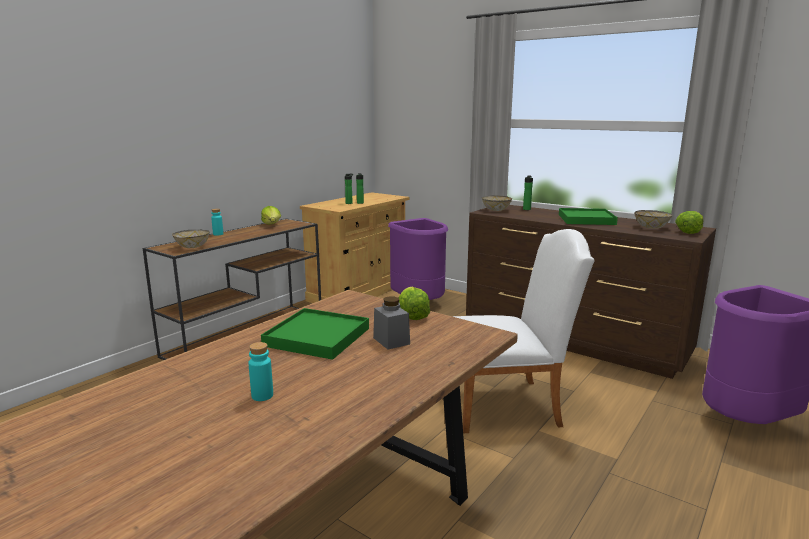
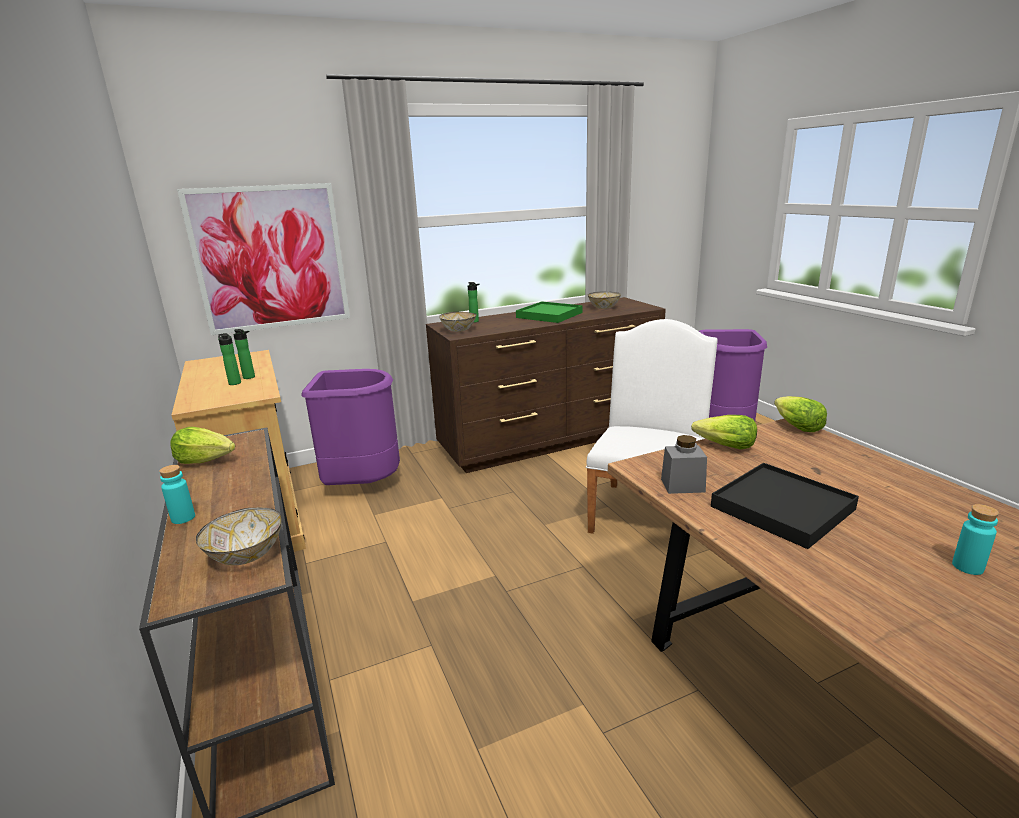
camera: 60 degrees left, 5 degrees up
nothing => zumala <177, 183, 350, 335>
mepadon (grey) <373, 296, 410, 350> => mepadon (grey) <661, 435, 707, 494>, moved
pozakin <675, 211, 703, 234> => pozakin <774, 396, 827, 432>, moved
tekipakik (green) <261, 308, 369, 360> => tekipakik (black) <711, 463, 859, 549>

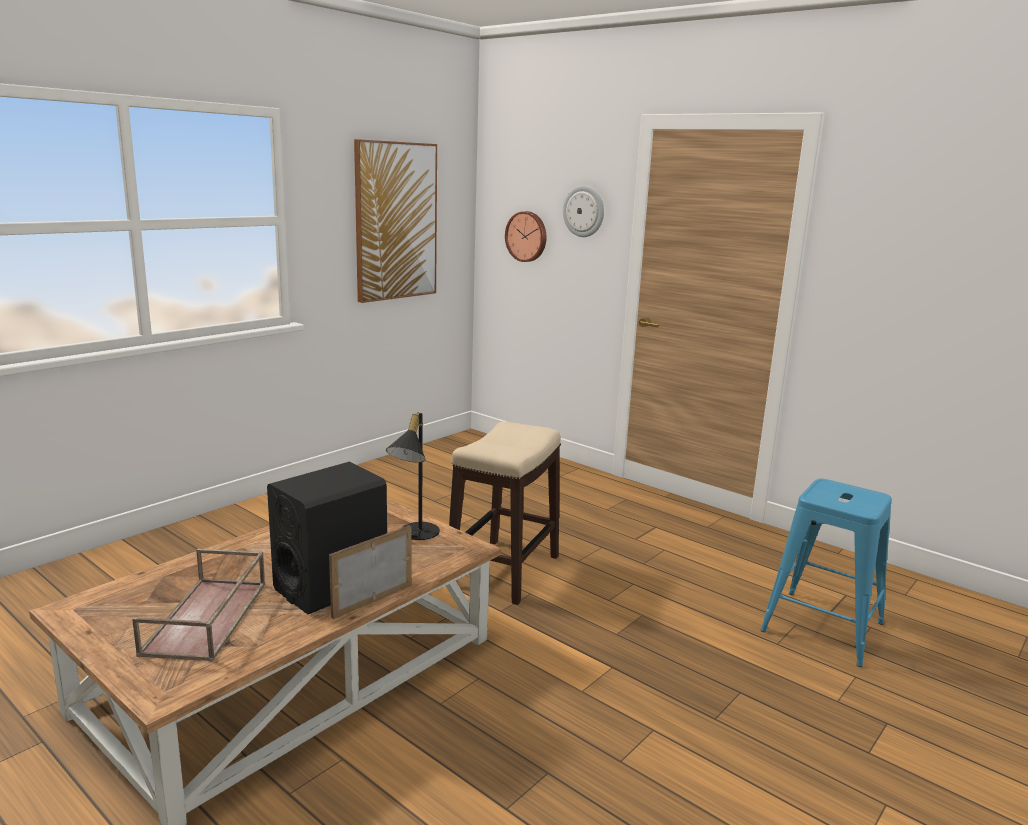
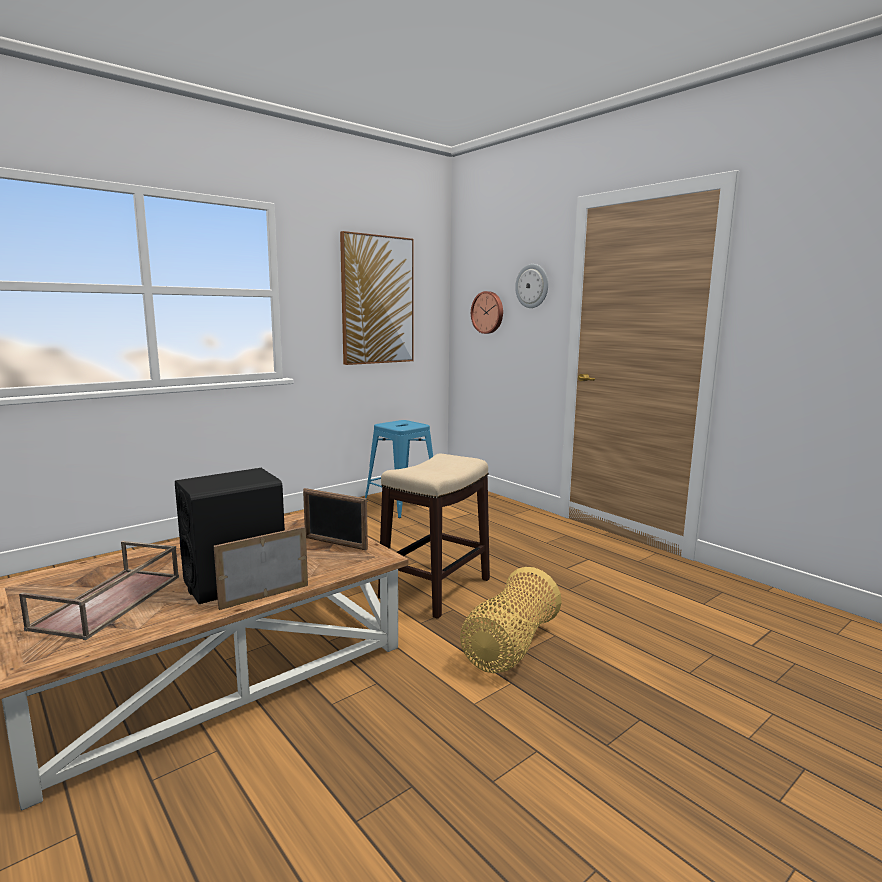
camera: 10 degrees right, 5 degrees down
nothing => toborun <460, 567, 562, 673>
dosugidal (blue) <761, 479, 892, 667> => dosugidal (blue) <365, 420, 433, 518>, moved
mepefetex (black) <386, 412, 440, 540> => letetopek <303, 488, 368, 550>

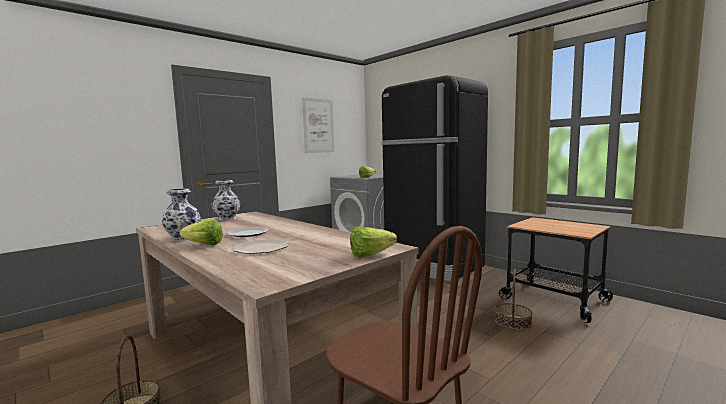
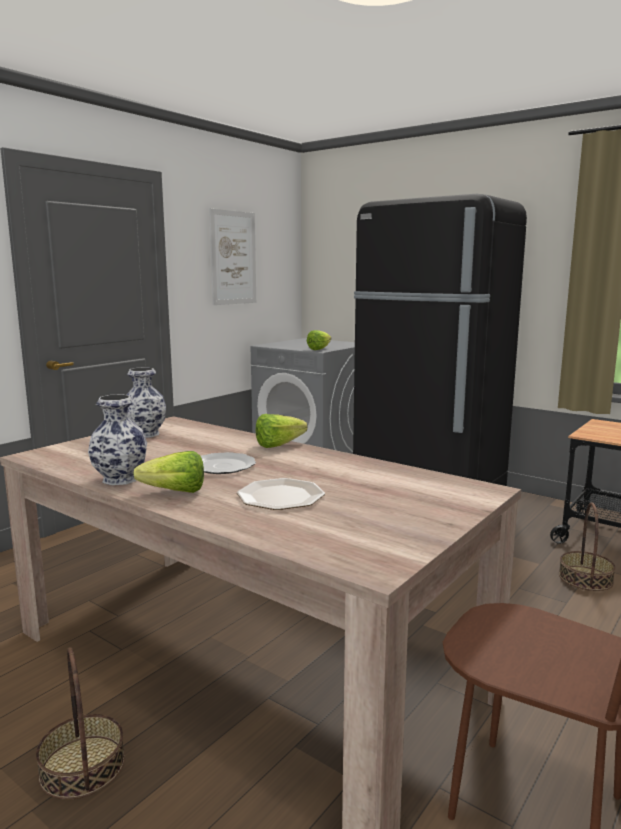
camera: 10 degrees left, 5 degrees up
pozakin <350, 227, 397, 257> => pozakin <256, 414, 307, 448>, moved

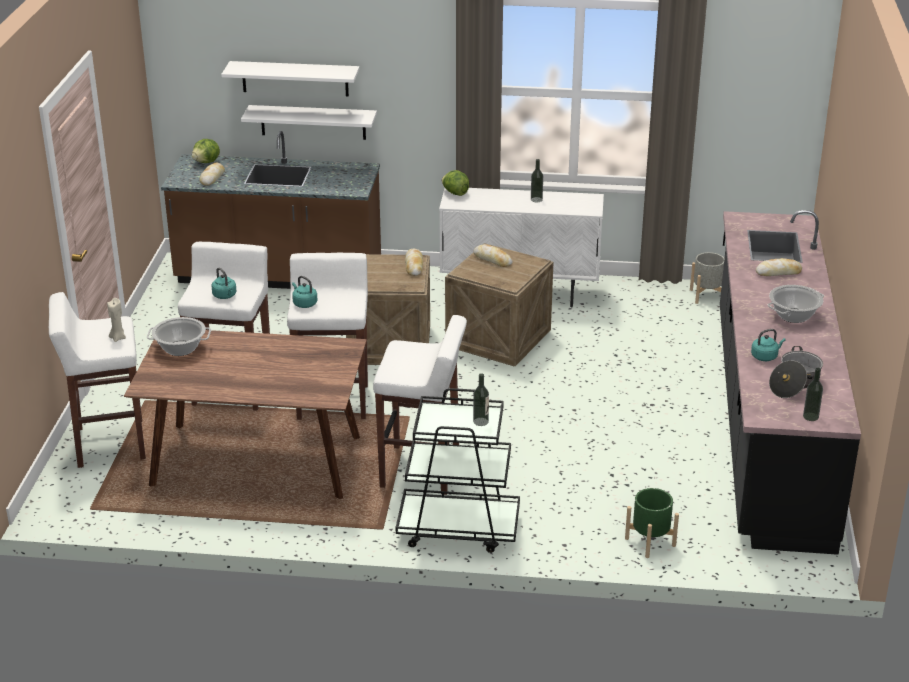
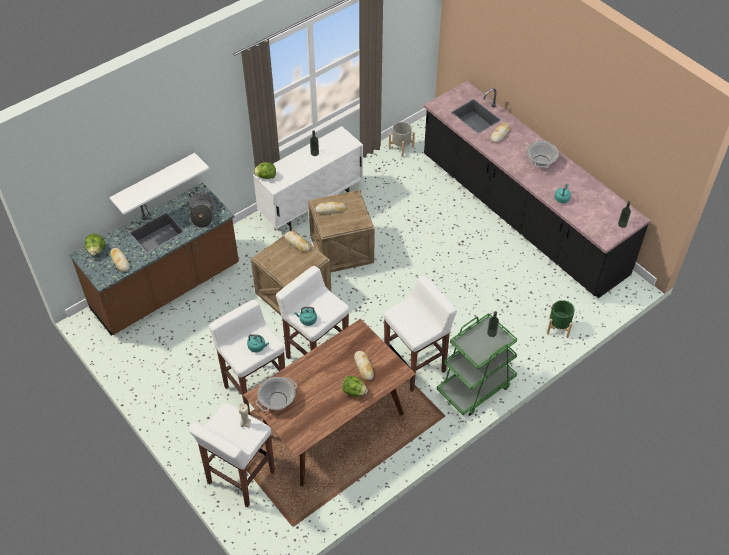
camera: 45 degrees left, 20 degrees up
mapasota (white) <221, 61, 360, 96> => nothing
nothing => pozakin <342, 376, 368, 397>
nothing => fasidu <354, 351, 374, 380>
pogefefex <769, 346, 823, 398> => pogefefex <189, 192, 213, 228>, moved
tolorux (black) <396, 388, 520, 553> => tolorux (green) <437, 313, 517, 416>

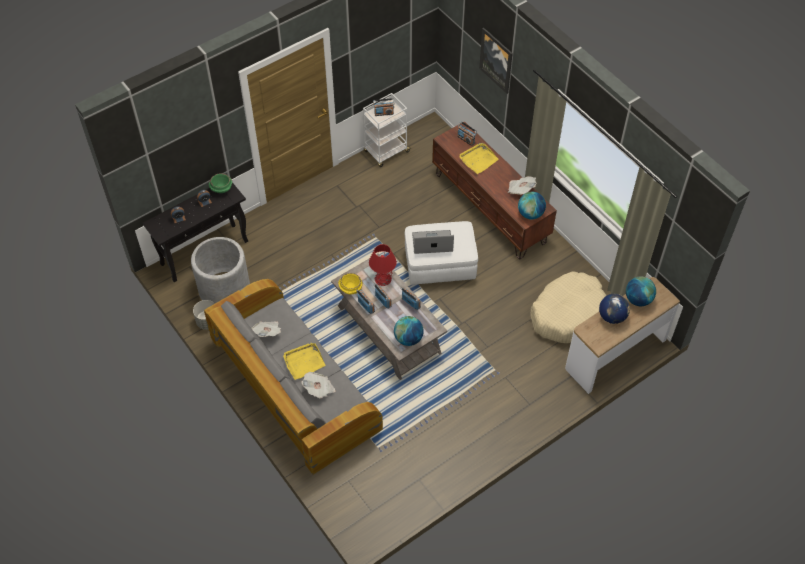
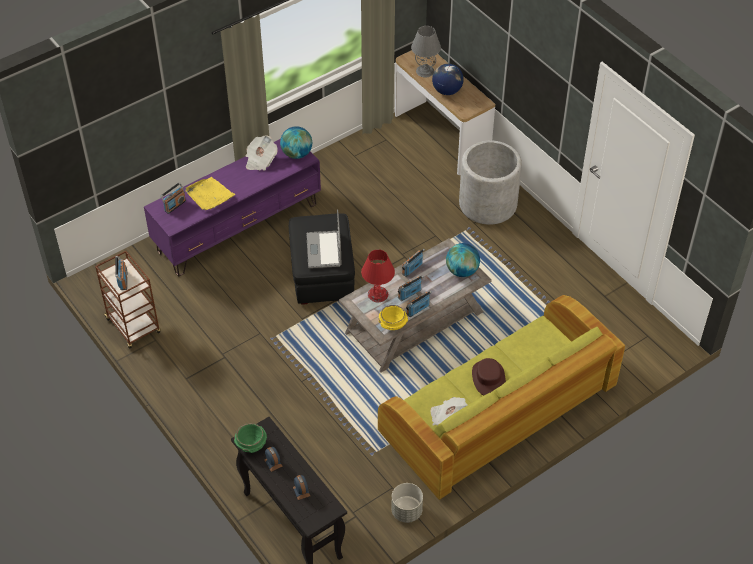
camera: 90 degrees left, 5 degrees down
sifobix <301, 372, 336, 399> => nothing
zumala <479, 28, 513, 94> => nothing
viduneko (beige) <530, 271, 607, 343> => nothing
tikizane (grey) <191, 237, 250, 303> => tikizane (grey) <459, 141, 522, 225>, moved
tekipakik (yellow) <283, 342, 325, 380> => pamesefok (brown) <472, 358, 506, 395>
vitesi <626, 276, 656, 306> => mepefetex (grey) <411, 26, 441, 77>
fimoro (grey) <204, 279, 383, 475> => fimoro (green) <378, 295, 625, 500>
tolorux (white) <363, 93, 410, 167> => tolorux (brown) <95, 251, 161, 349>
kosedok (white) <405, 221, 478, 285> => kosedok (black) <289, 213, 355, 305>
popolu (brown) <432, 121, 557, 259> => popolu (purple) <144, 139, 321, 276>

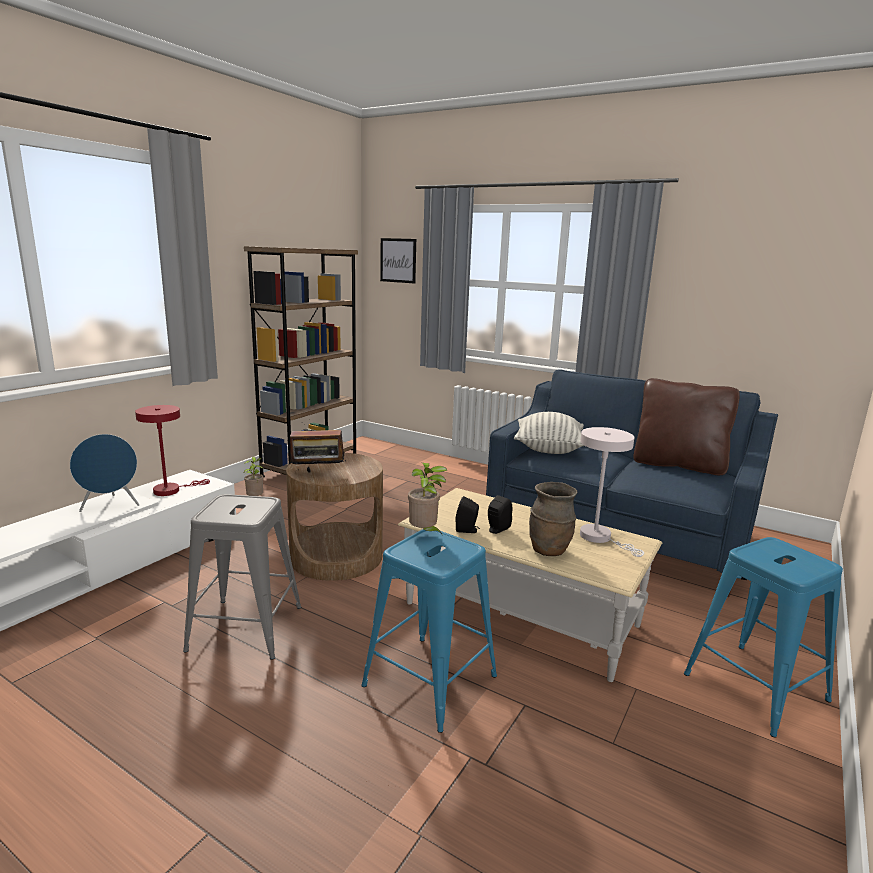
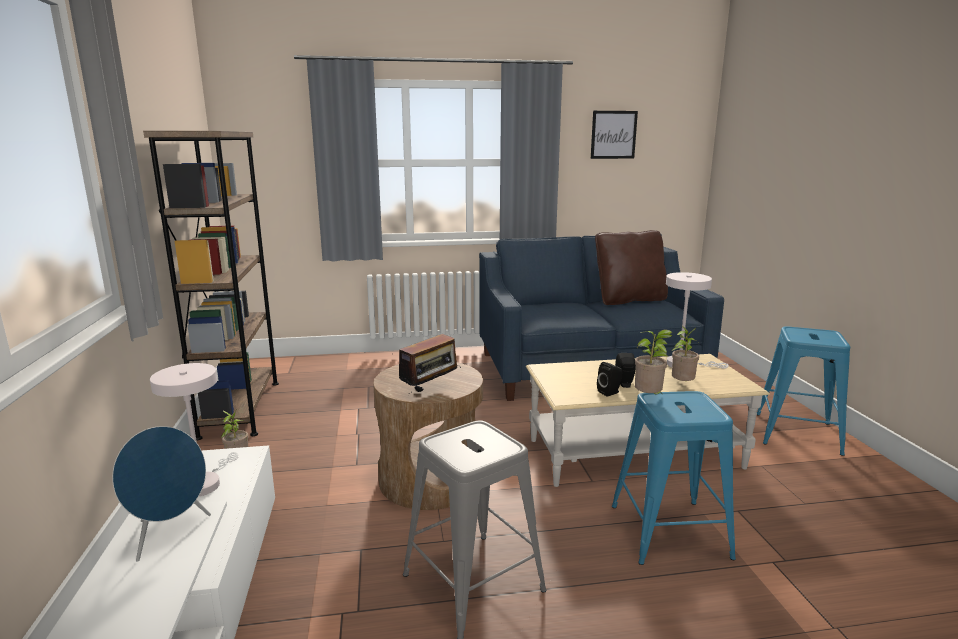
camera: 40 degrees left, 0 degrees up
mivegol <514, 412, 584, 454> => nothing
zumala <380, 238, 416, 284> => zumala <591, 111, 638, 159>, moved
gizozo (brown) <529, 482, 578, 556> => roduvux <671, 326, 699, 381>
mepefetex (red) <135, 405, 210, 496> => mepefetex (white) <150, 363, 239, 496>

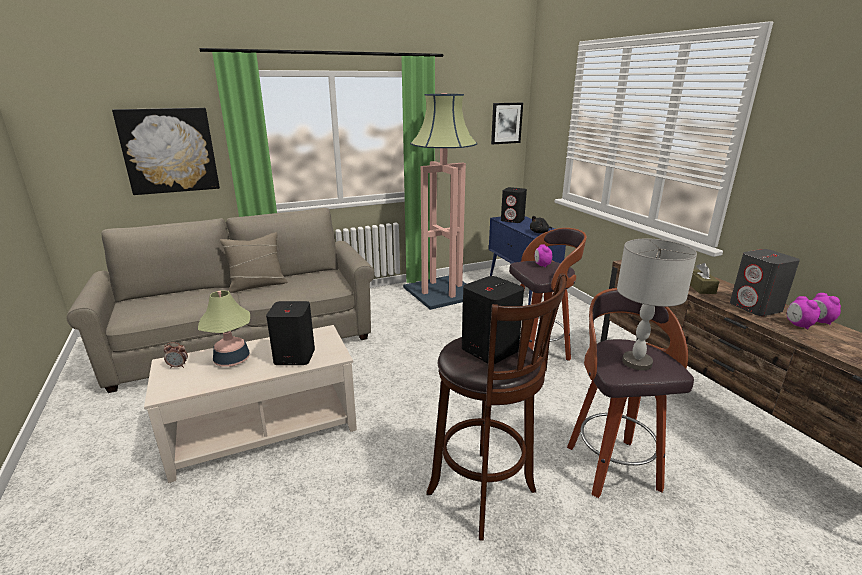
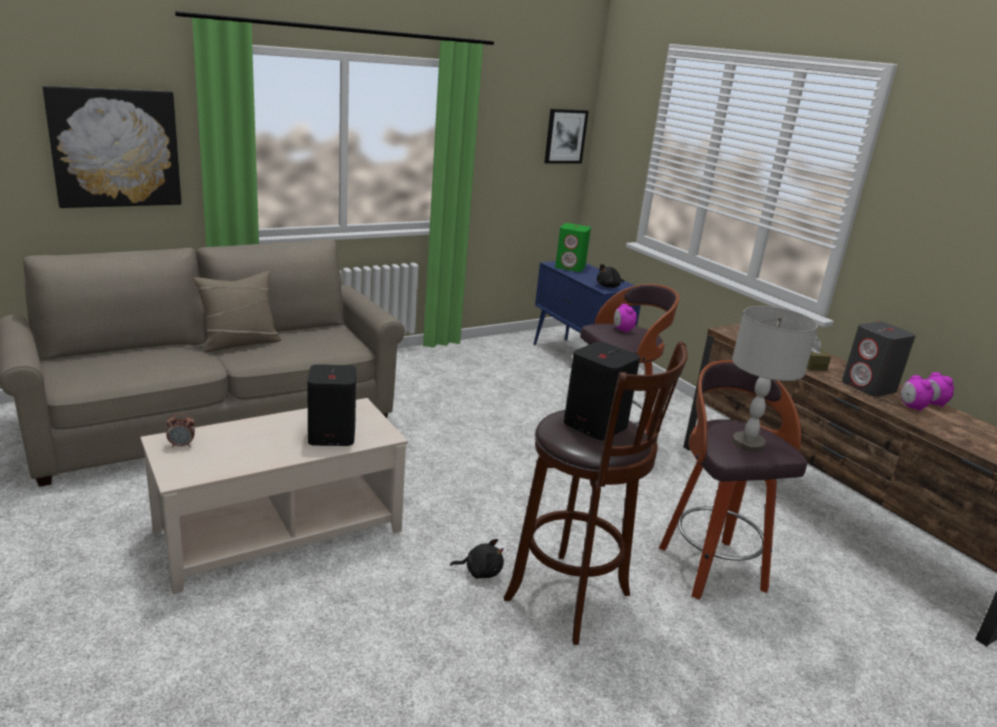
camera: 10 degrees left, 0 degrees up
mepefetex <198, 290, 250, 367> => nothing
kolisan <403, 93, 477, 310> => nothing
nothing => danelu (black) <450, 539, 504, 579>
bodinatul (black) <501, 187, 527, 223> => bodinatul (green) <555, 223, 591, 272>

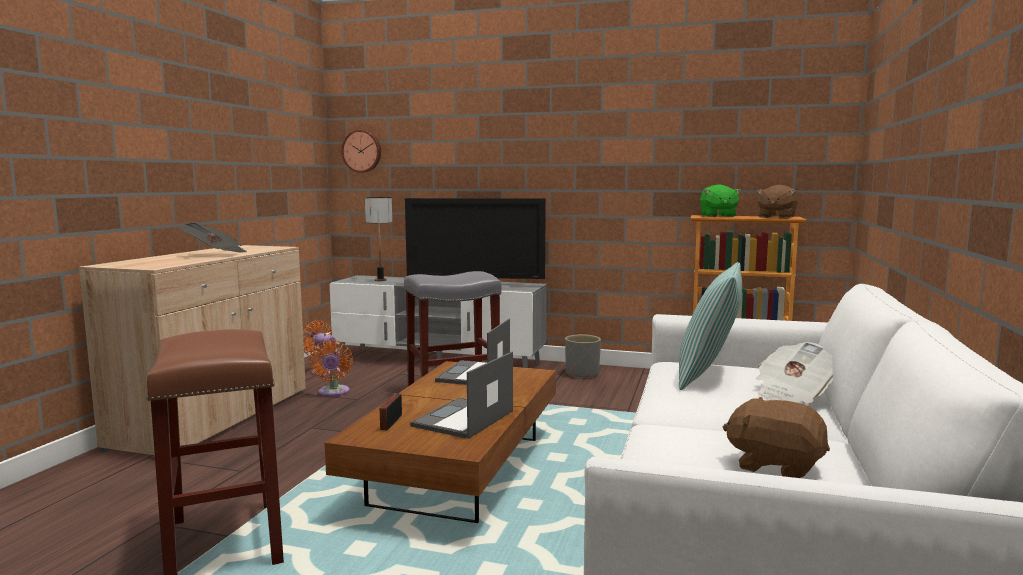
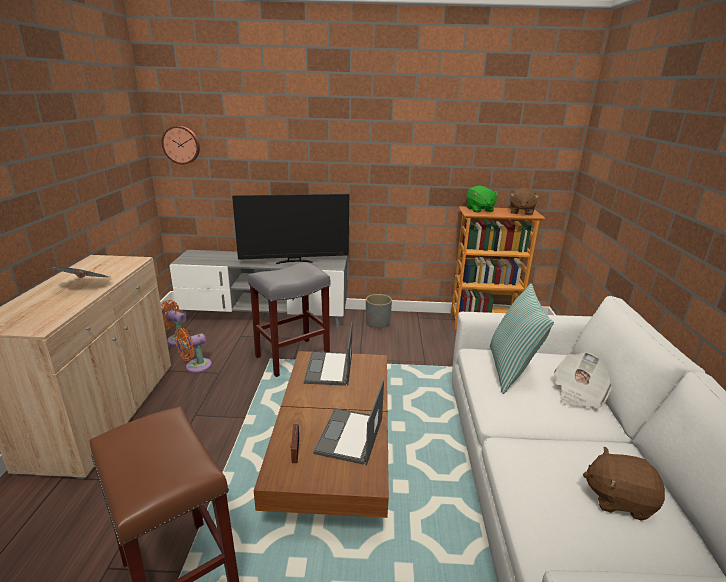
camera: 15 degrees left, 15 degrees up
mepefetex <365, 197, 392, 281> => nothing
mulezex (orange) <309, 340, 353, 397> => mulezex (orange) <175, 328, 212, 373>, 75 degrees clockwise

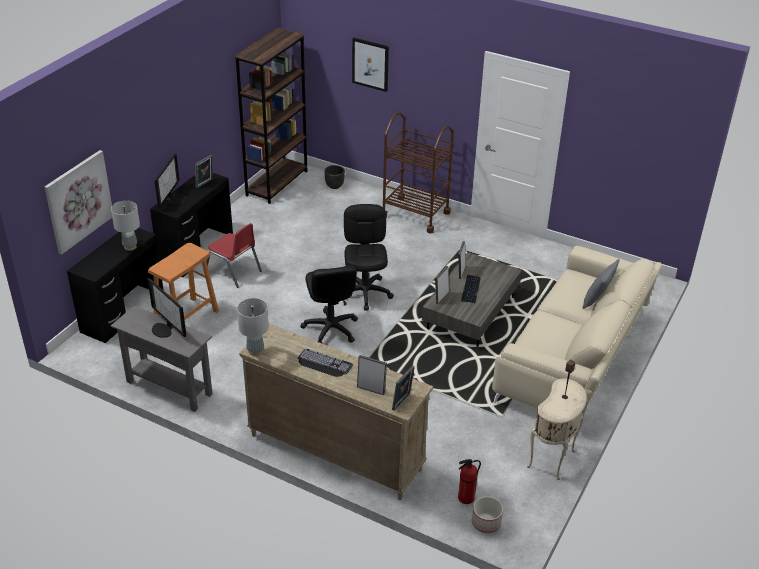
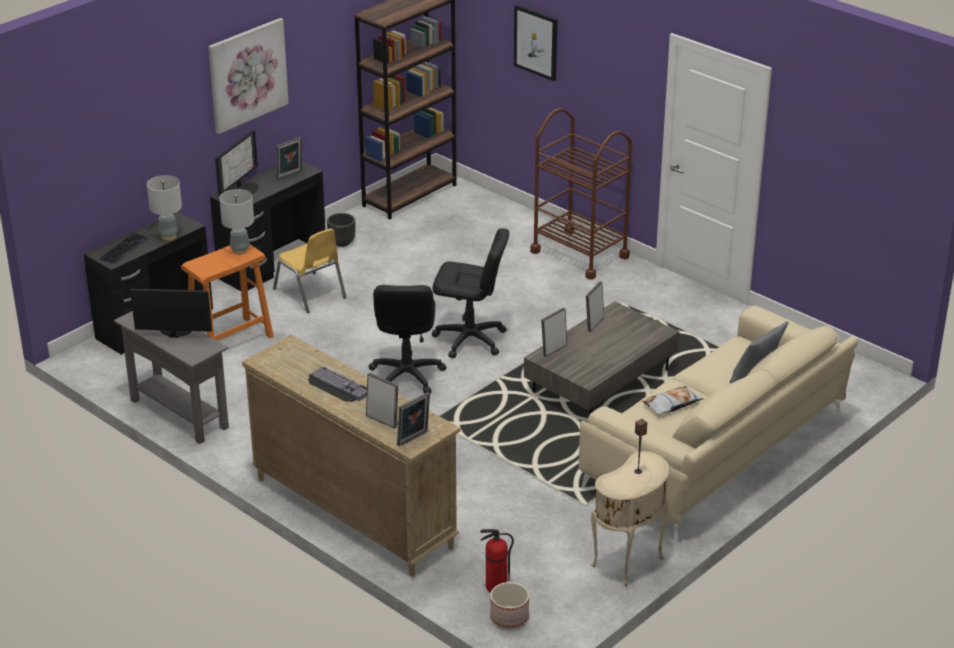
camera: 15 degrees right, 5 degrees down
nothing => mivegol <642, 386, 704, 415>
zumala <44, 150, 112, 255> => zumala <208, 18, 289, 134>, moved
mepefetex (grey) <237, 298, 269, 356> => mepefetex (grey) <219, 189, 254, 255>, moved
tikizane (black) <324, 165, 345, 189> => tikizane (black) <327, 213, 356, 247>, moved
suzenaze <461, 275, 481, 303> => suzenaze <100, 233, 148, 264>, moved
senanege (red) <206, 223, 262, 288> => senanege (yellow) <273, 229, 346, 313>
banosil <148, 278, 186, 338> => banosil <130, 289, 212, 338>, 120 degrees clockwise
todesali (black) <344, 204, 394, 311> => todesali (black) <432, 228, 509, 358>, 90 degrees clockwise

